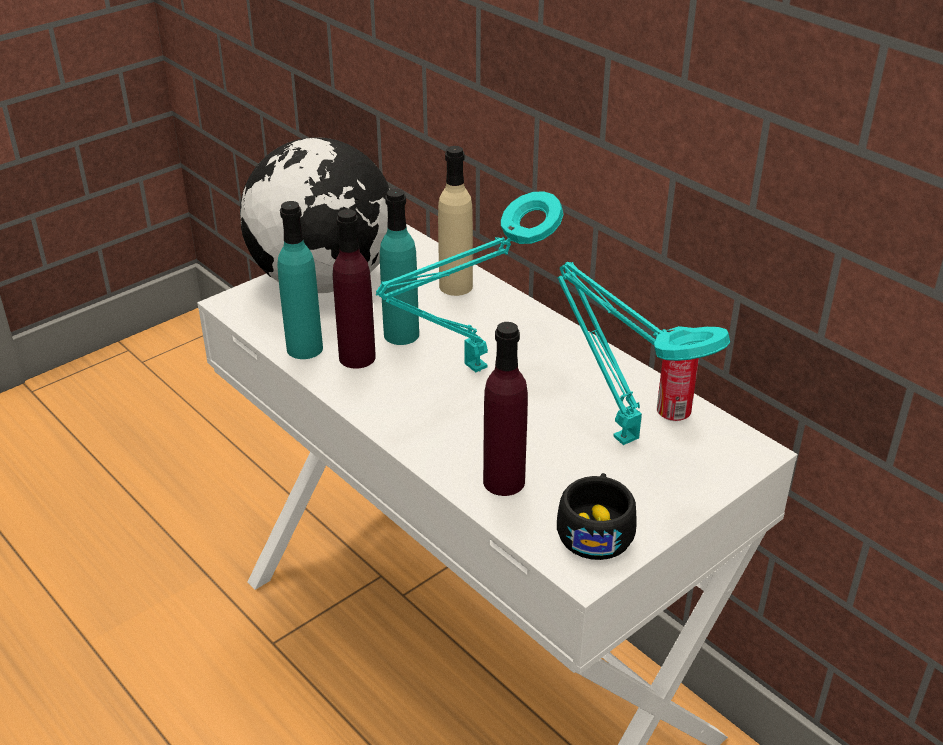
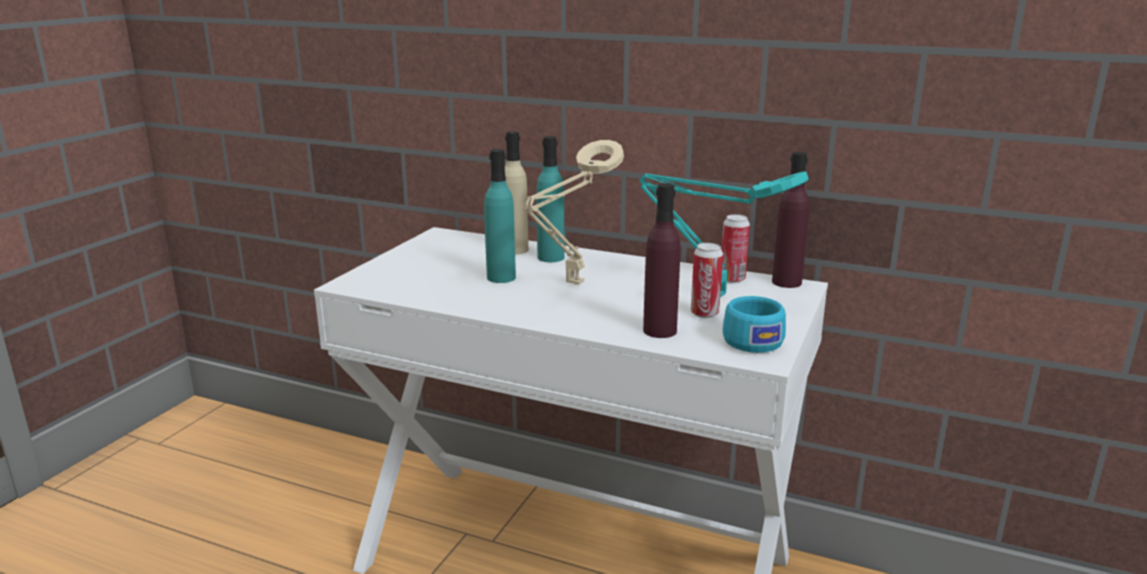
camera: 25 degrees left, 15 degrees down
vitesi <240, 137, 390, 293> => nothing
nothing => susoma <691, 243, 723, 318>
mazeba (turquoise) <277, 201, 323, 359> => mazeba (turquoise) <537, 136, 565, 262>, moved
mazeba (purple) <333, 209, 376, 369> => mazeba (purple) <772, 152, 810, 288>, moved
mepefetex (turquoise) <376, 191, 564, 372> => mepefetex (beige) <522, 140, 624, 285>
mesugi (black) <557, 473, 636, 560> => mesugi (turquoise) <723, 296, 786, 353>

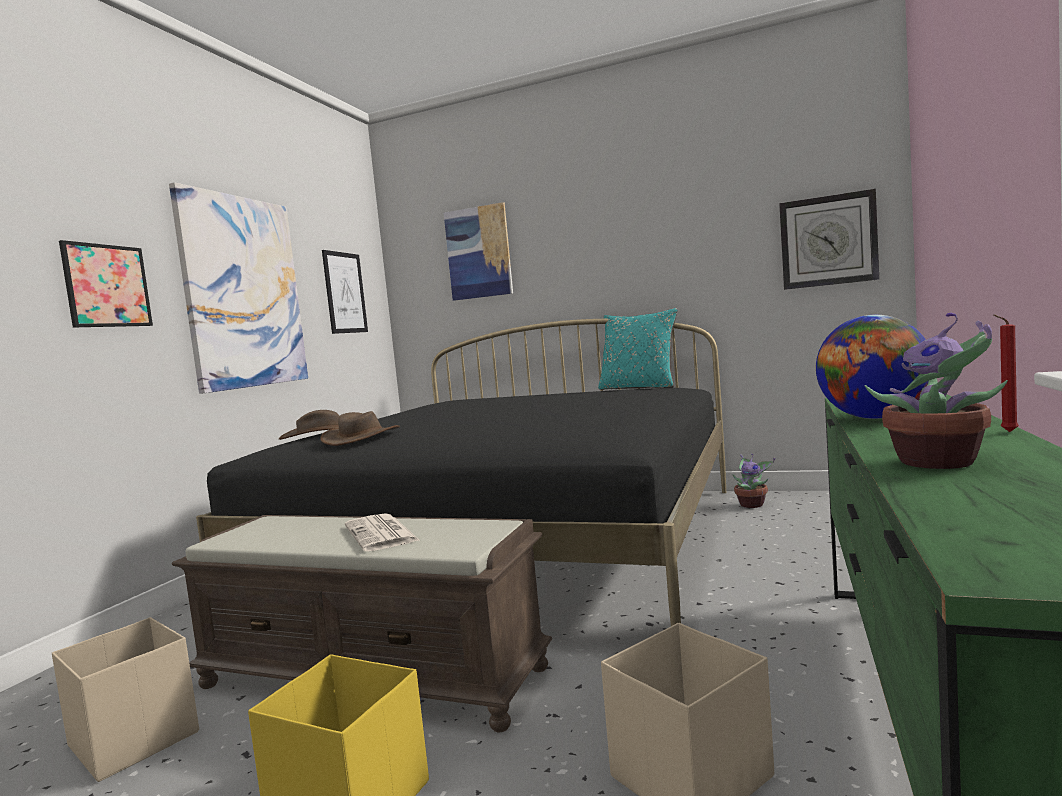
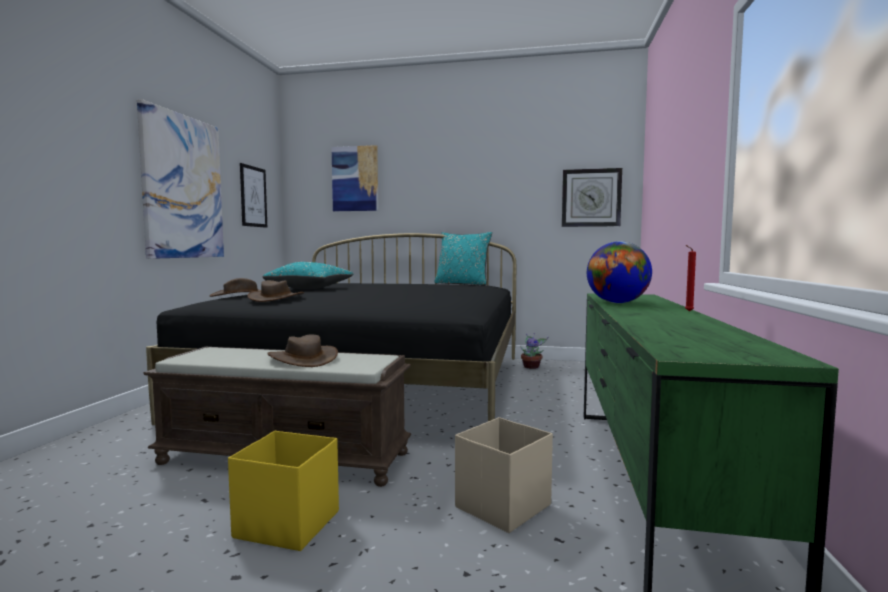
camera: 10 degrees left, 0 degrees up
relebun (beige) <52, 617, 199, 782> => nothing
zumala <59, 240, 153, 327> => nothing
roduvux <865, 313, 1008, 469> => nothing
nothing => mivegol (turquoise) <263, 262, 353, 289>
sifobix <345, 513, 420, 551> => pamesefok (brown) <267, 334, 338, 367>

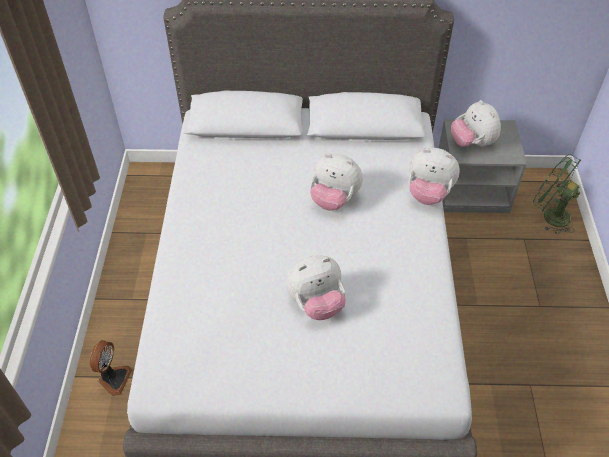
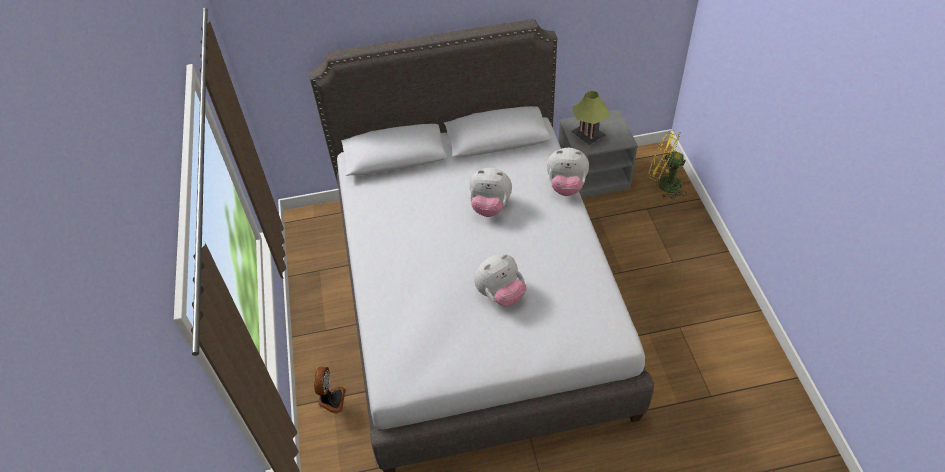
camera: 10 degrees left, 0 degrees up
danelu <451, 100, 501, 147> => mepefetex <572, 91, 609, 146>
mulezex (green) <533, 154, 581, 234> => mulezex (yellow) <648, 130, 687, 199>

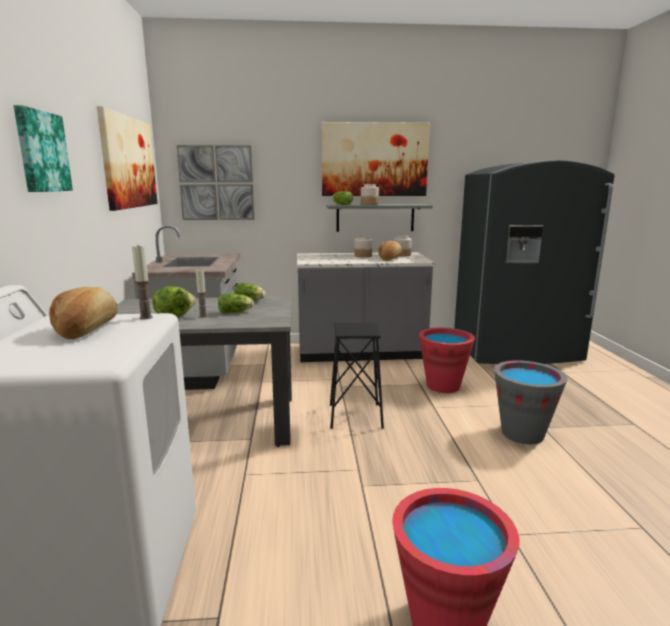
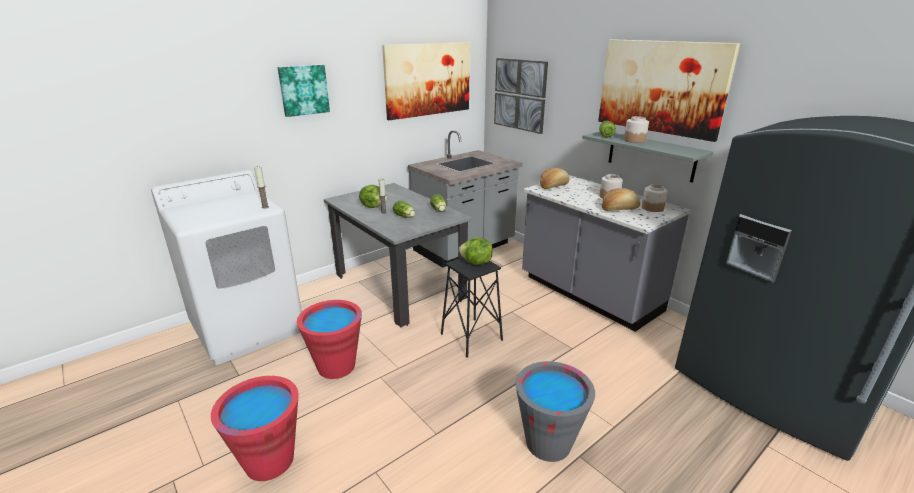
camera: 55 degrees right, 10 degrees up
nothing => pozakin <459, 237, 493, 265>
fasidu <49, 287, 118, 339> => fasidu <540, 168, 569, 189>, moved
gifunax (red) <419, 328, 475, 393> => gifunax (red) <297, 300, 362, 379>, moved

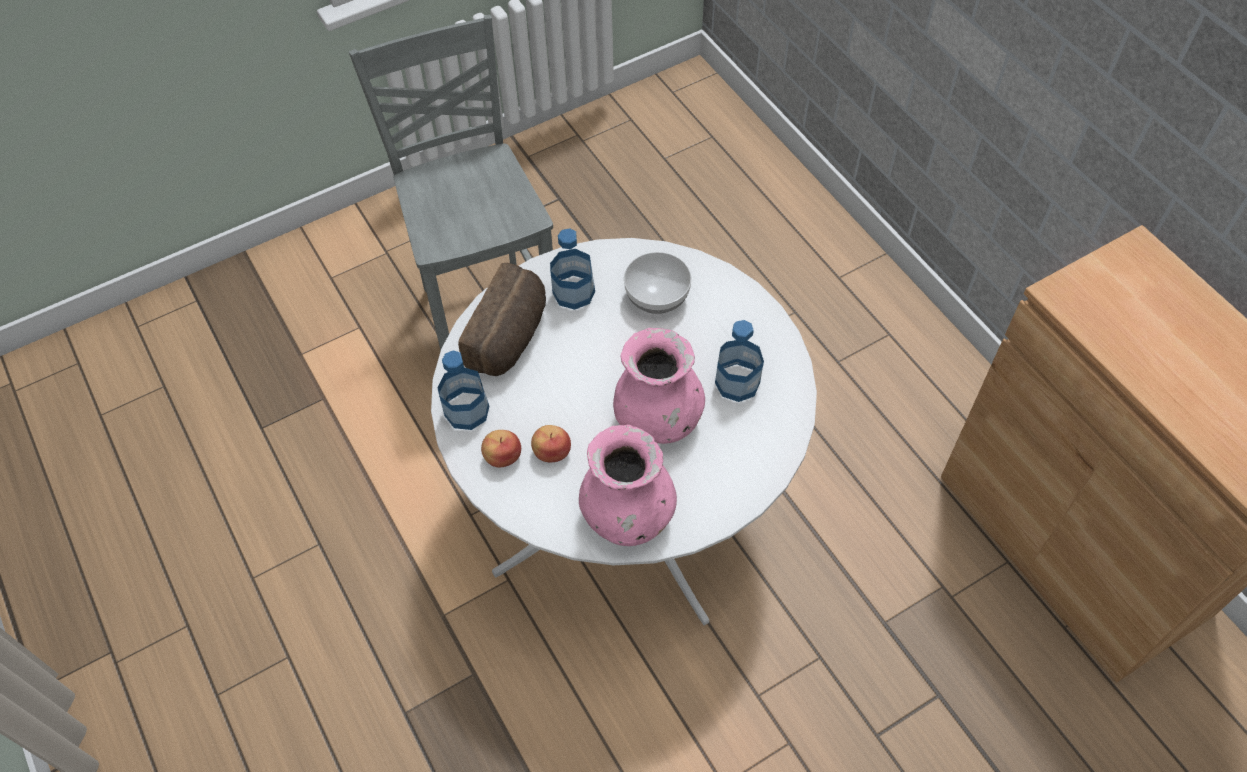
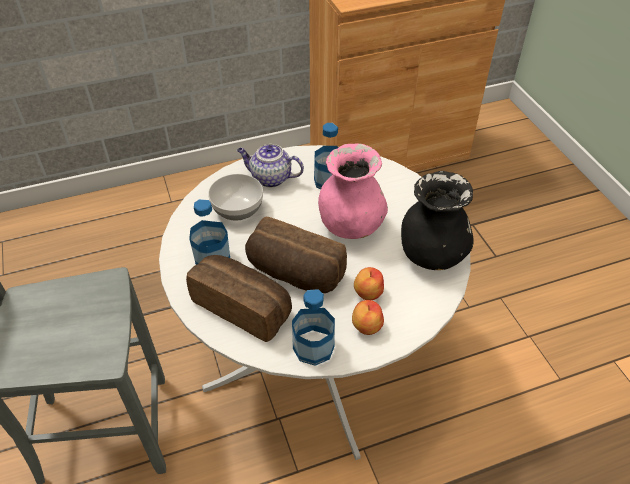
camera: 80 degrees left, 10 degrees down
nothing => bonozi <237, 144, 304, 187>
nothing => fasidu <245, 217, 347, 293>
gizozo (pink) <579, 425, 677, 546> => gizozo (black) <401, 171, 474, 270>

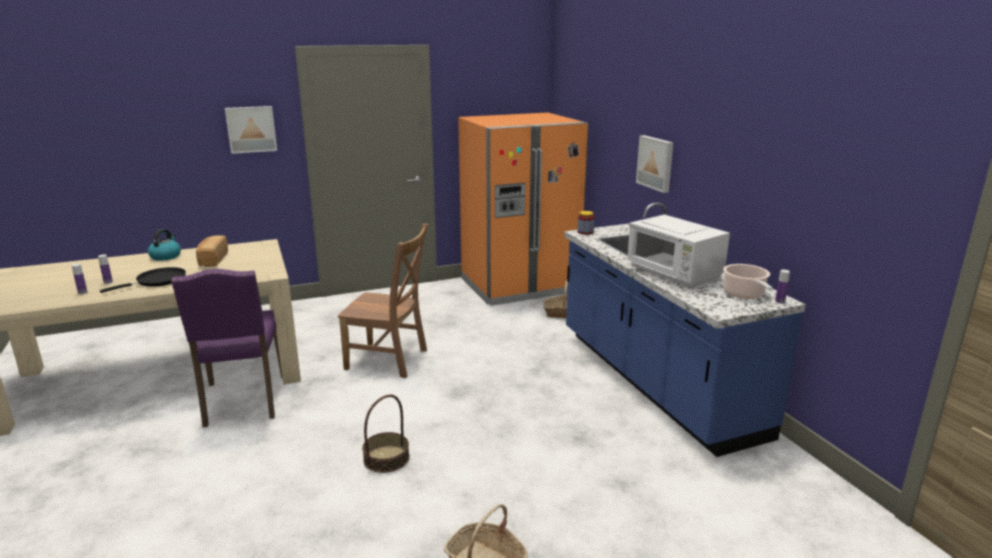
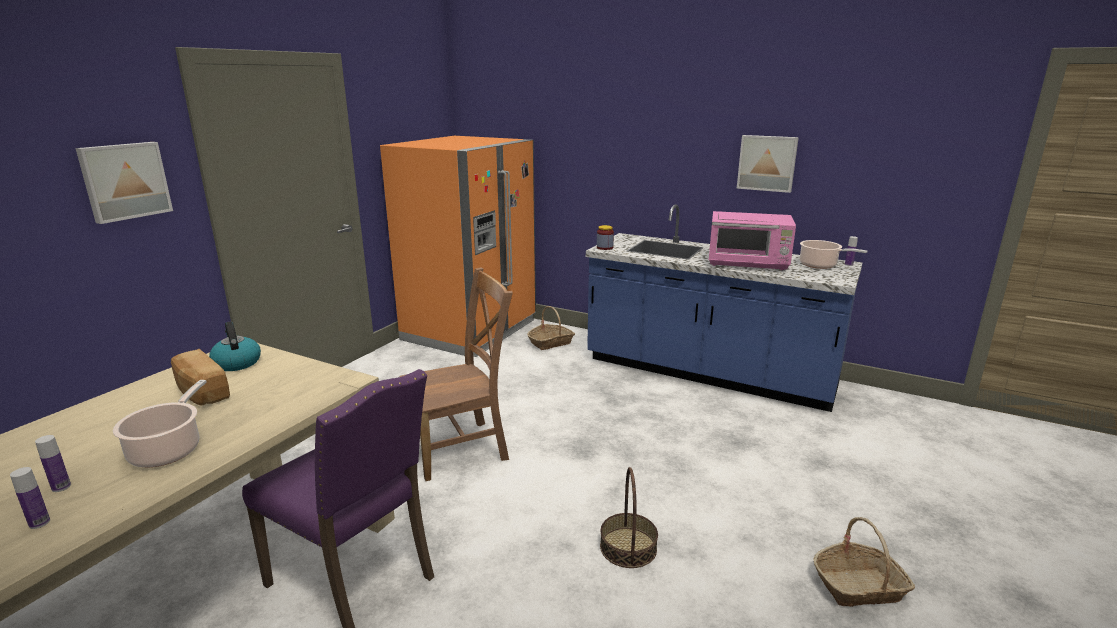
camera: 40 degrees left, 0 degrees up
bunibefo <148, 229, 181, 261> => bunibefo <209, 322, 261, 371>, moved
zumala <636, 135, 673, 193> => zumala <737, 135, 799, 193>, moved
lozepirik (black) <100, 267, 186, 293> => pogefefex <113, 380, 207, 468>
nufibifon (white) <627, 215, 730, 288> => nufibifon (pink) <709, 211, 796, 271>

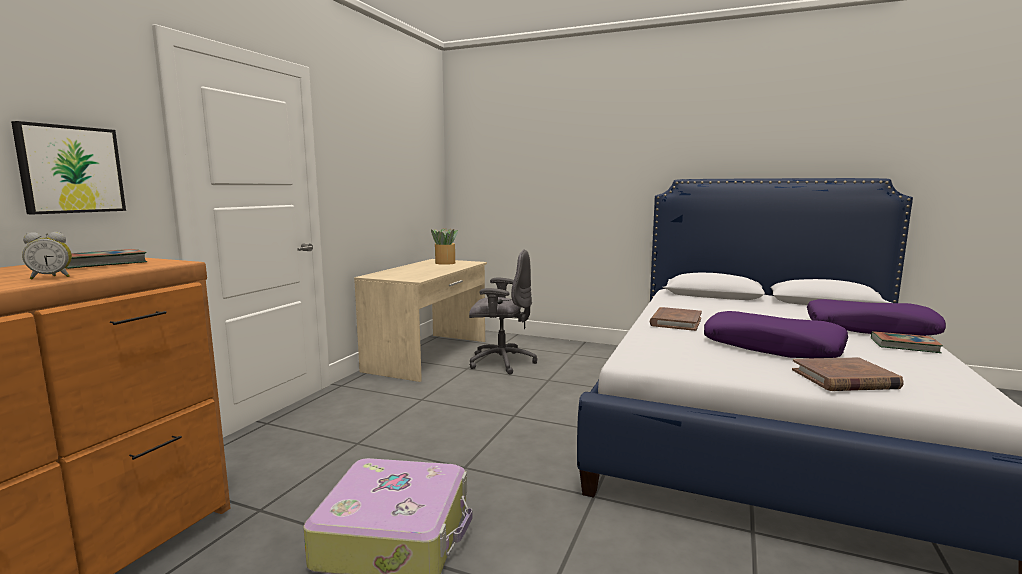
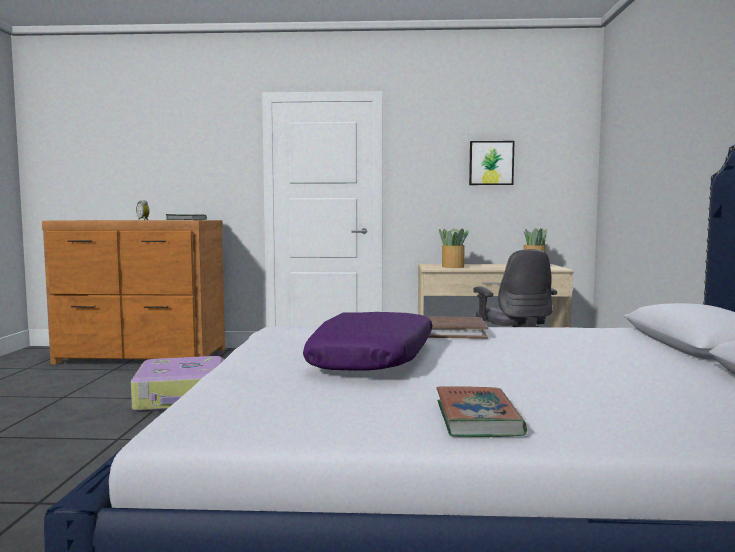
camera: 70 degrees right, 5 degrees down
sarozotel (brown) <792, 357, 904, 391> => nothing
mivegol (purple) <807, 299, 946, 336> => nothing
nothing => roduvux <439, 228, 469, 268>
zumala <11, 121, 126, 214> => zumala <469, 141, 514, 185>, moved

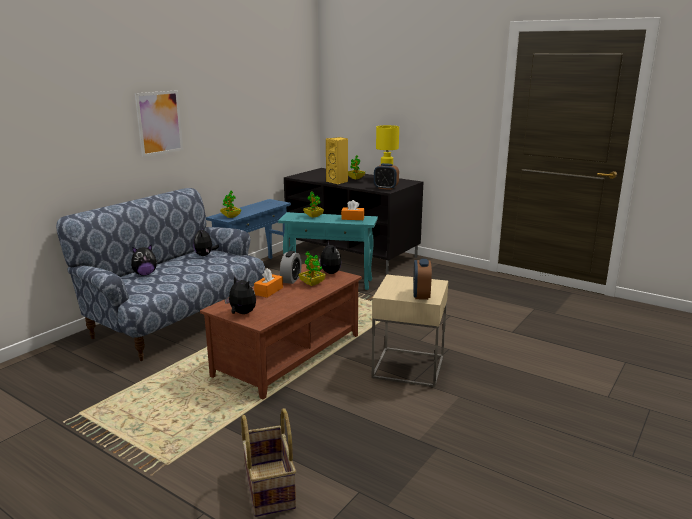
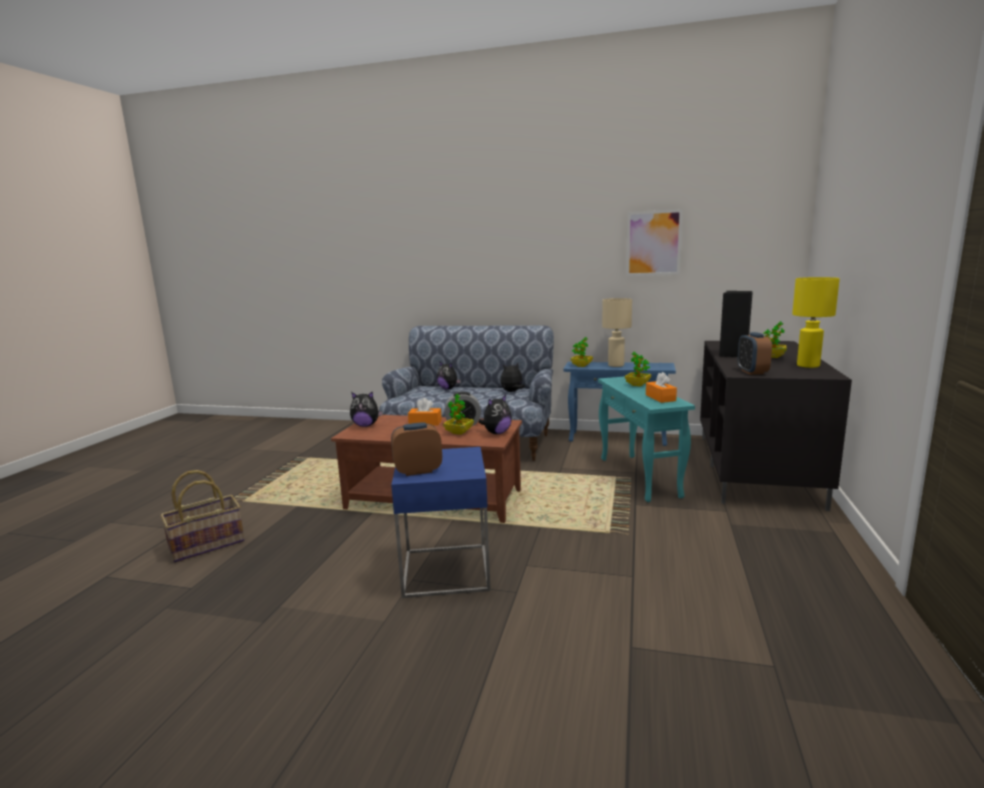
camera: 70 degrees right, 5 degrees down
nothing => mepefetex (beige) <602, 298, 632, 367>
zumala <135, 90, 183, 157> => zumala <626, 209, 683, 276>, moved
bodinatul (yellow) <326, 137, 348, 184> => bodinatul (black) <719, 291, 753, 357>
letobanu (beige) <372, 275, 448, 387> => letobanu (blue) <391, 447, 491, 598>
danelu <225, 276, 256, 314> => danelu <350, 391, 383, 427>, 75 degrees clockwise

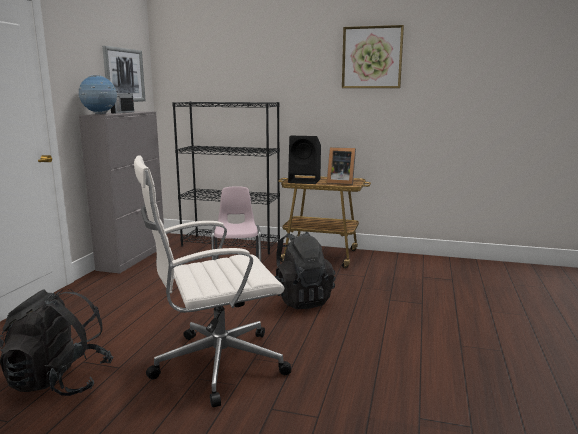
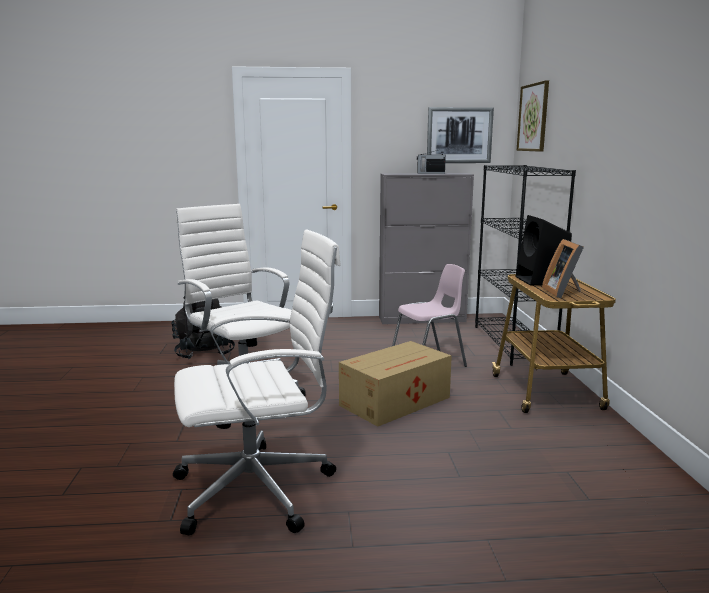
camera: 70 degrees right, 0 degrees up
vitesi <79, 75, 118, 114> => nothing
nothing => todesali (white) <173, 229, 341, 535>
zumala <342, 25, 404, 88> => zumala <517, 80, 549, 152>, moved
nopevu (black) <275, 232, 335, 309> => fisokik <339, 341, 452, 427>

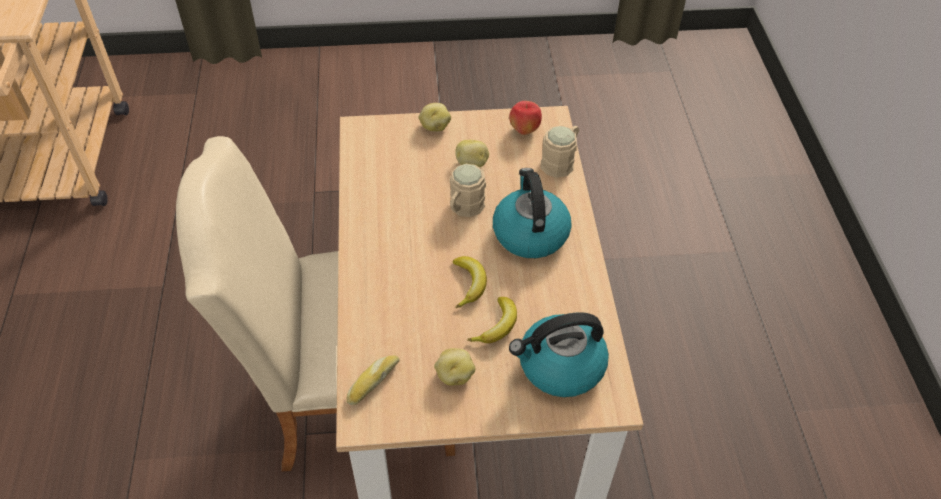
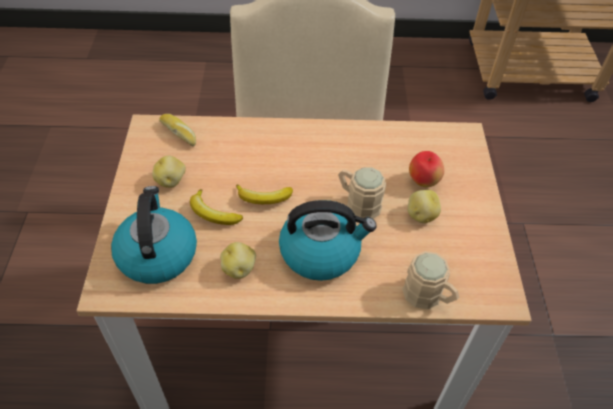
camera: 95 degrees right, 0 degrees up
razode <419, 103, 451, 132> => razode <220, 242, 256, 279>, moved
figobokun <509, 101, 542, 135> => figobokun <409, 151, 444, 188>, moved

